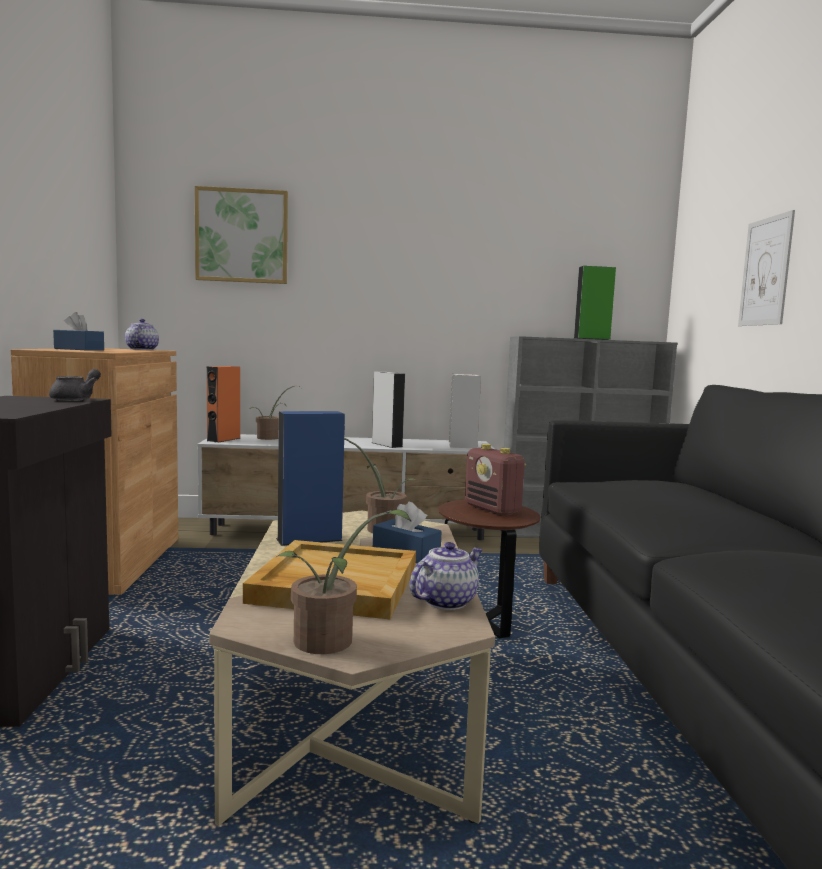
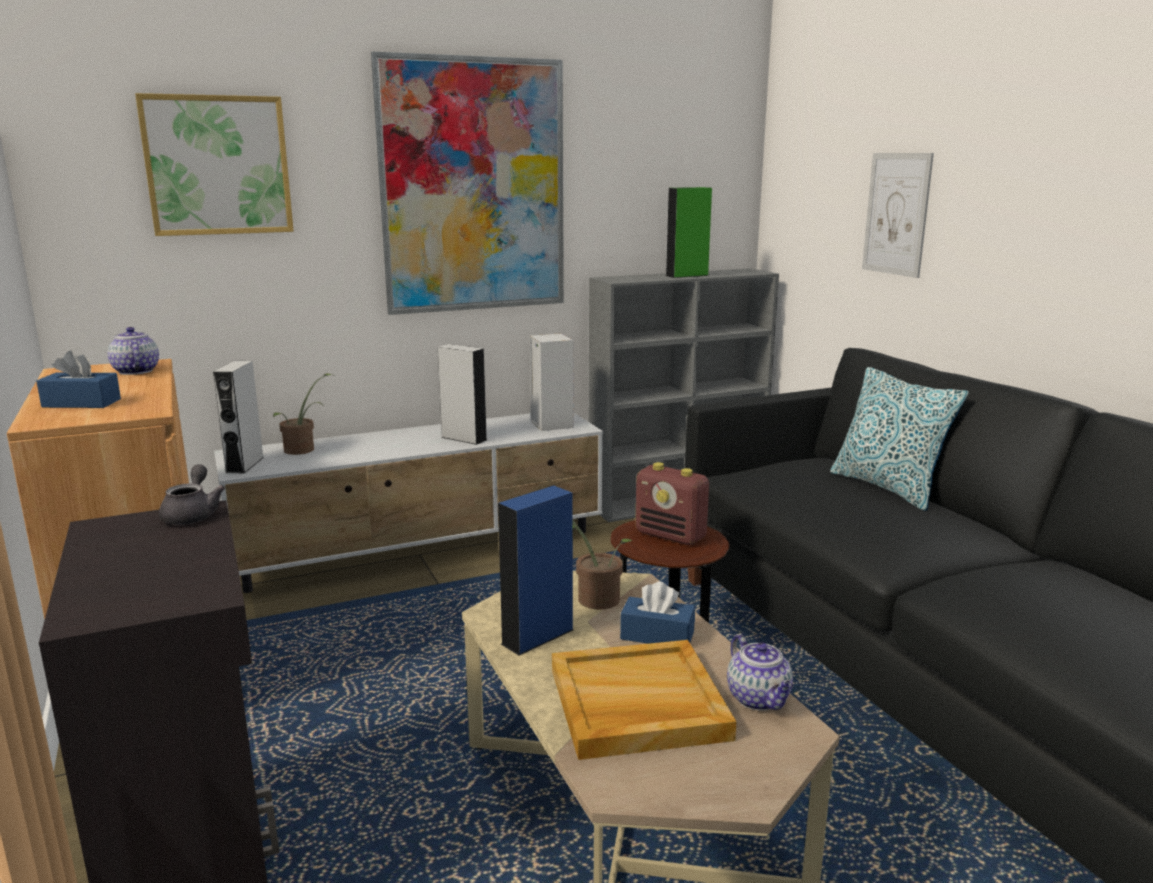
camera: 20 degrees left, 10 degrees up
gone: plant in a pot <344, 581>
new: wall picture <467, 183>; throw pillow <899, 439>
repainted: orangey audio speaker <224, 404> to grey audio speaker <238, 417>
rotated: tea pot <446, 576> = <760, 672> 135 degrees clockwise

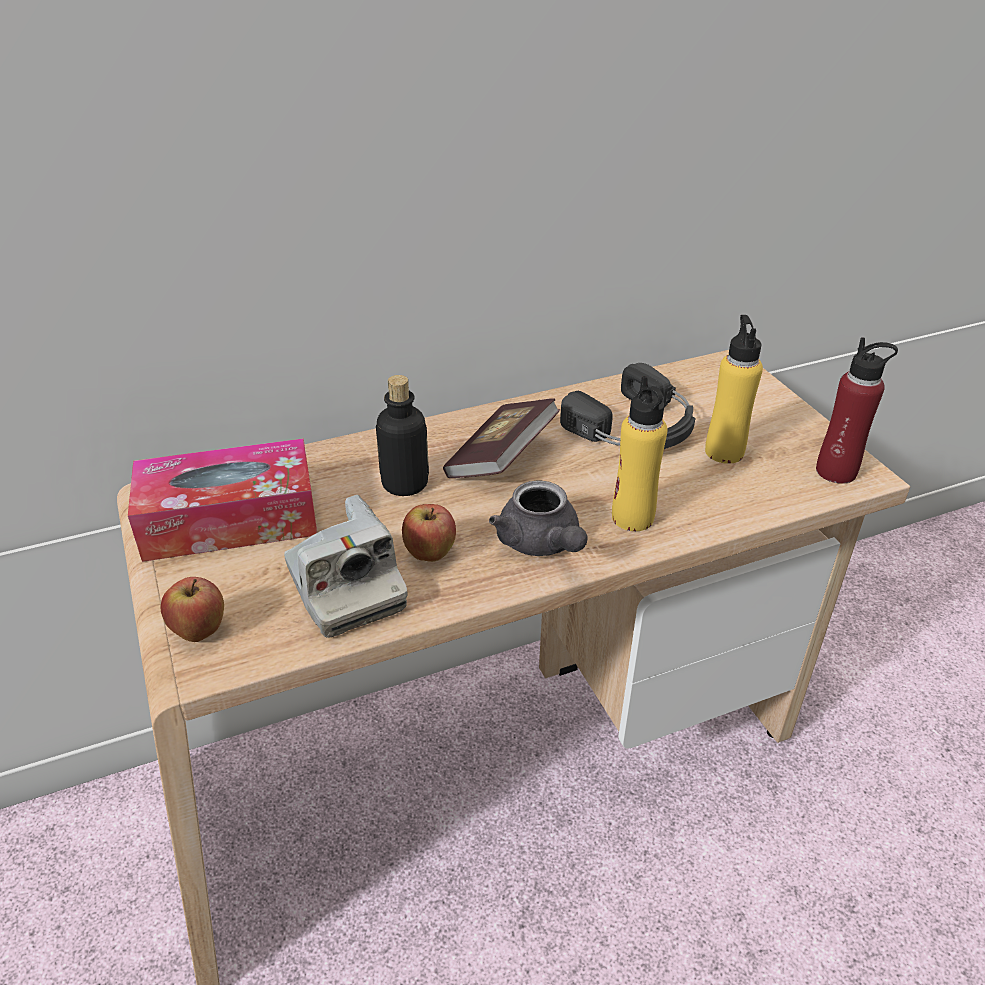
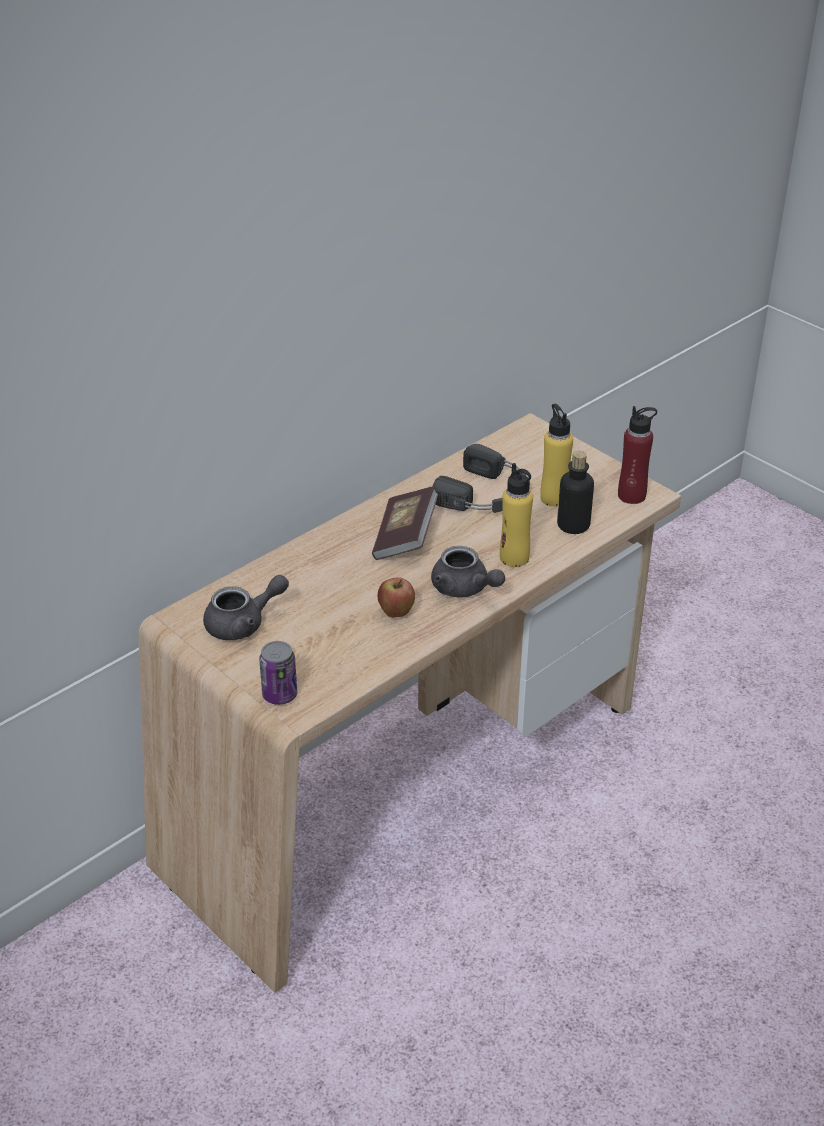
camera: 20 degrees left, 0 degrees up
gone: still camera <346, 566>
shifted: bottle <402, 435> to <575, 492>
swapped: tissue box <222, 500> to grey tea pot <246, 607>; apple <192, 609> to metal can <278, 673>

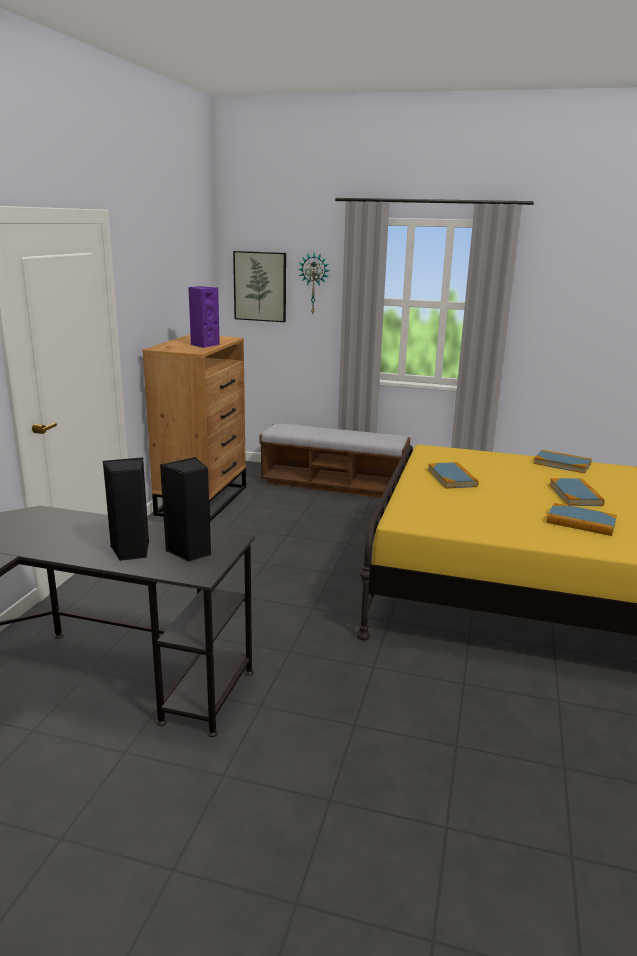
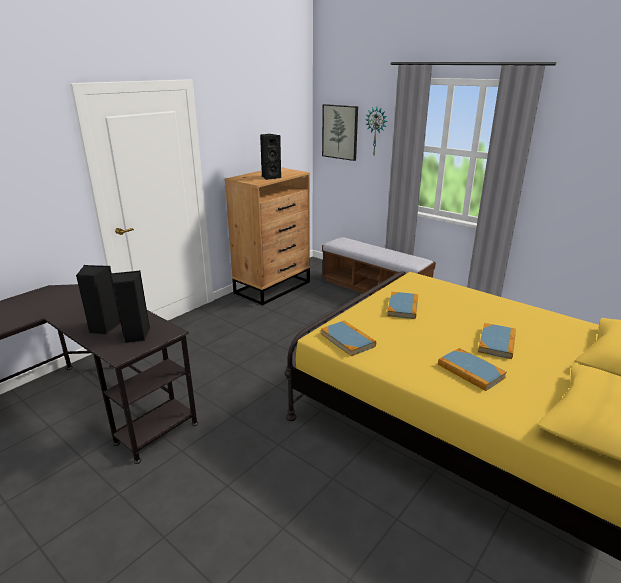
camera: 25 degrees right, 5 degrees up
shifted: bound book <562, 461> to <348, 338>
repainted: purplish audio speaker <204, 317> to black-coloured audio speaker <270, 157>

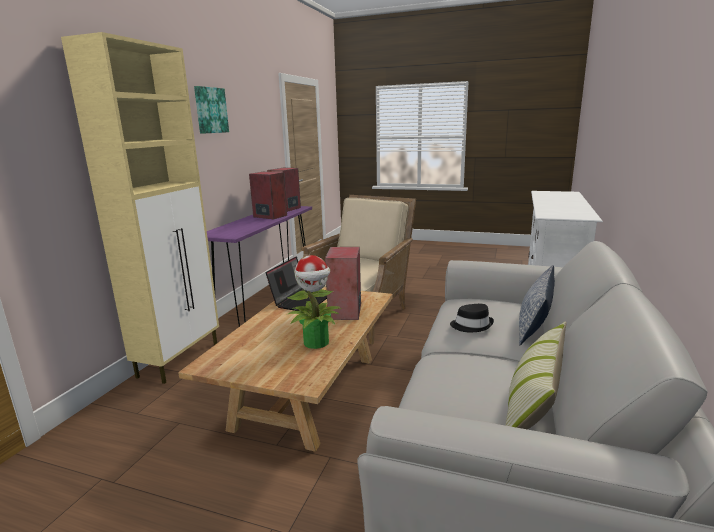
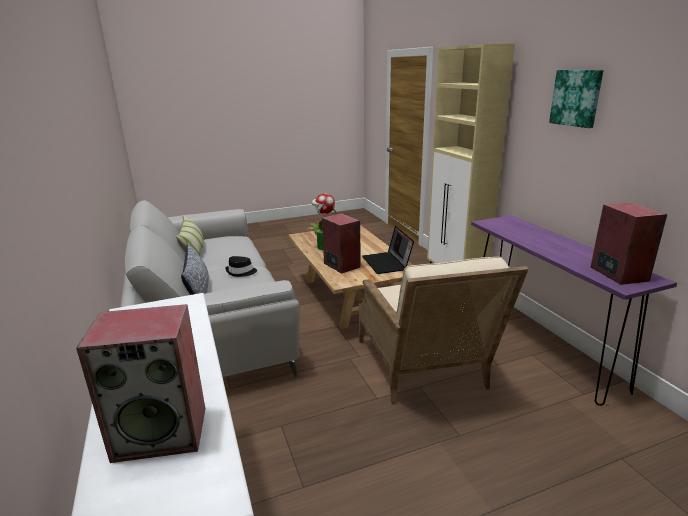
camera: 140 degrees right, 5 degrees up
shifted: audio speaker <268, 195> to <140, 383>

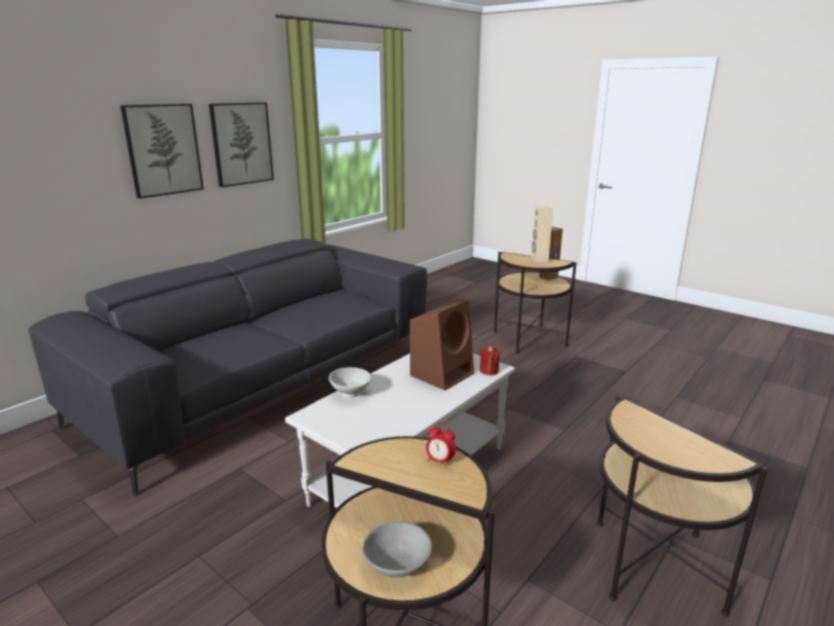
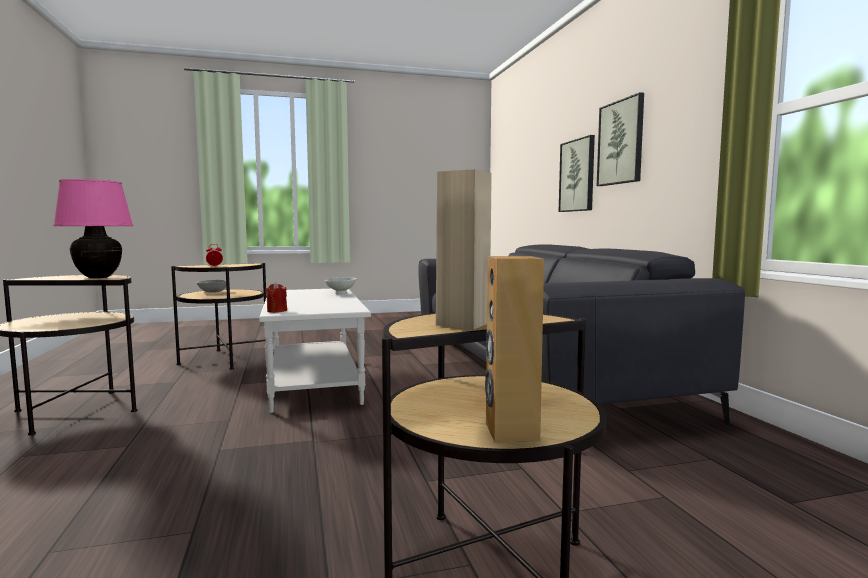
camera: 125 degrees right, 15 degrees down
gone: brown audio speaker <442, 345>
new: pink table lamp <93, 228>
shifted: wall picture <241, 144> to <577, 173>

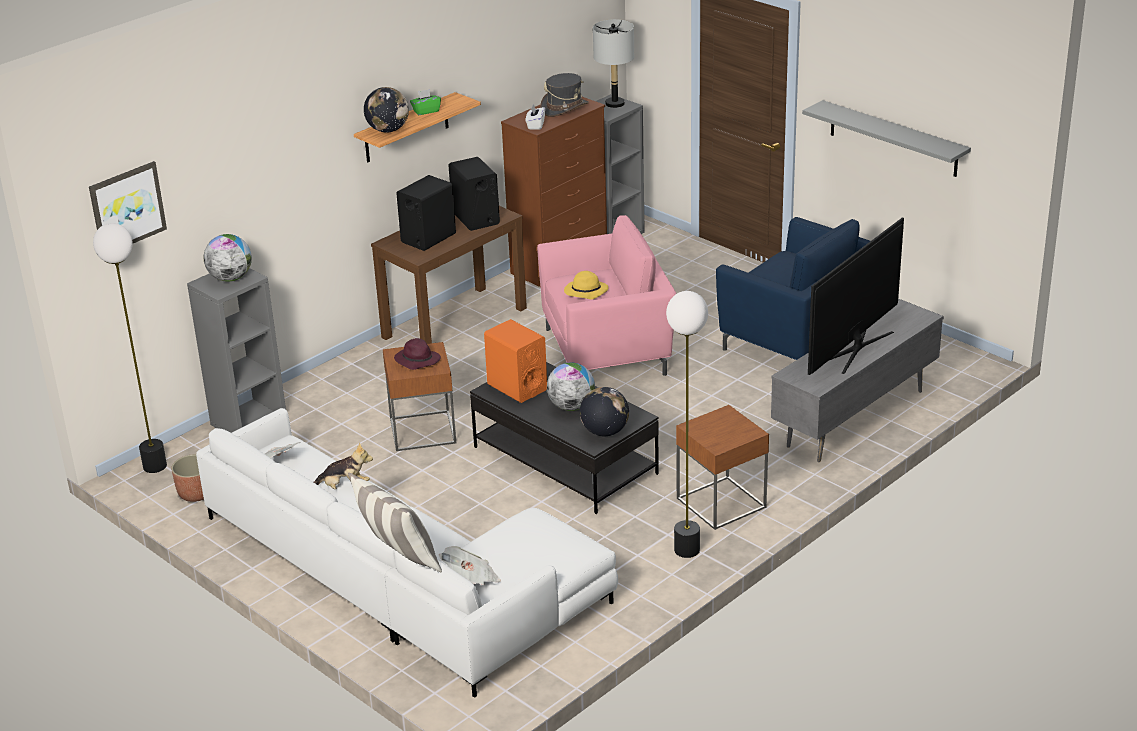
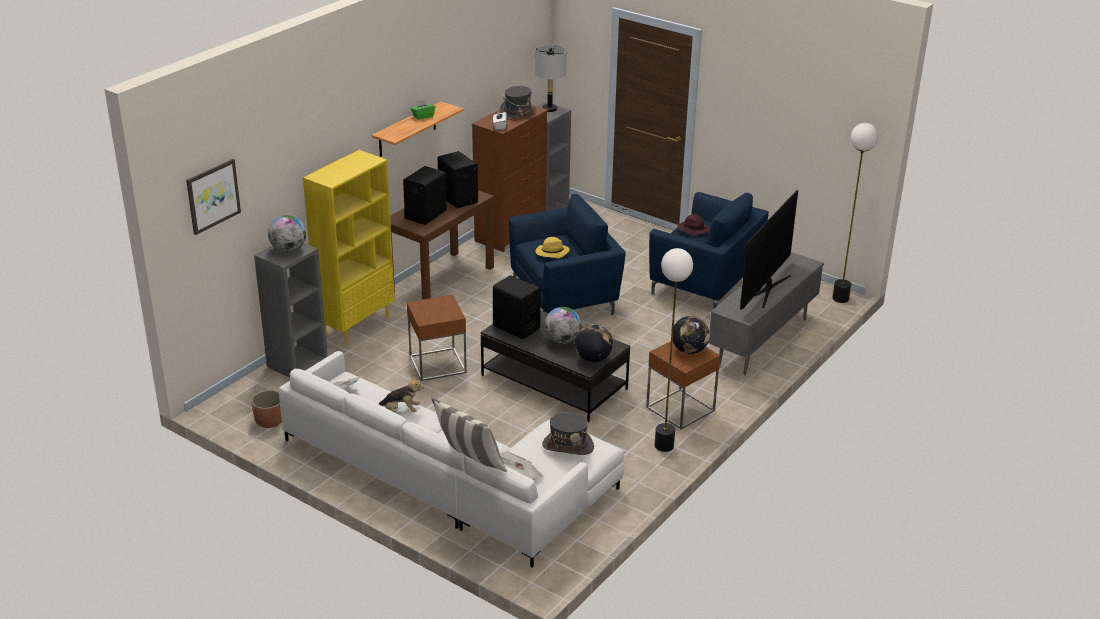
camera: 10 degrees left, 0 degrees up
gone: grey bracket shelf <886, 138>
new: yellow-coloured shelving unit <349, 247>; grey wearable hat <568, 433>
shifted: standard lamp <130, 348> to <855, 213>; globe <386, 109> to <691, 335>; purplish wearable hat <417, 354> to <693, 225>
repainted: orangey audio speaker <515, 361> to black-coloured audio speaker <517, 307>; pink easy chair <606, 295> to blue easy chair <567, 254>

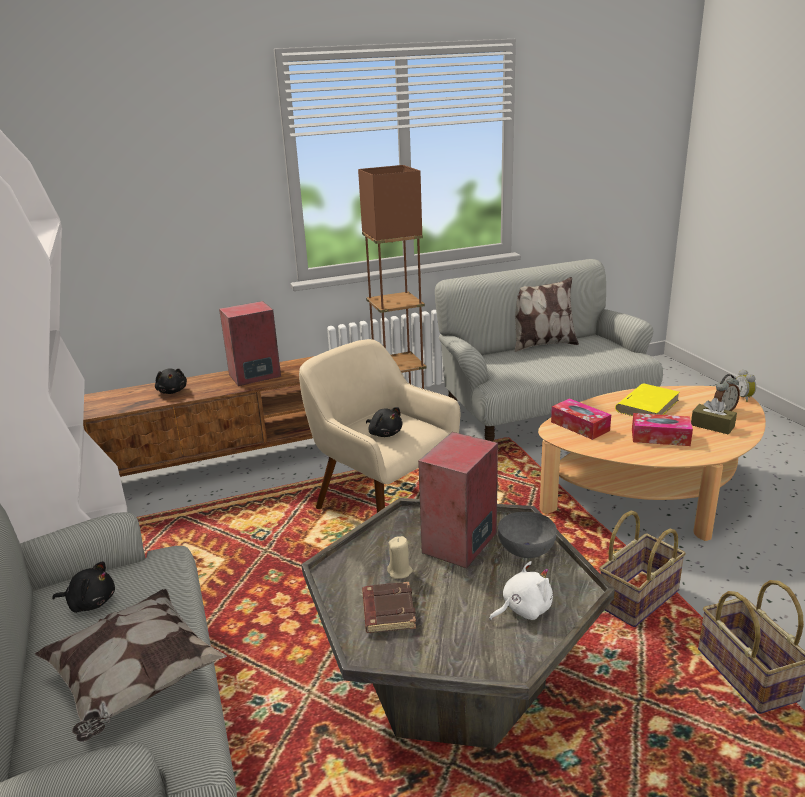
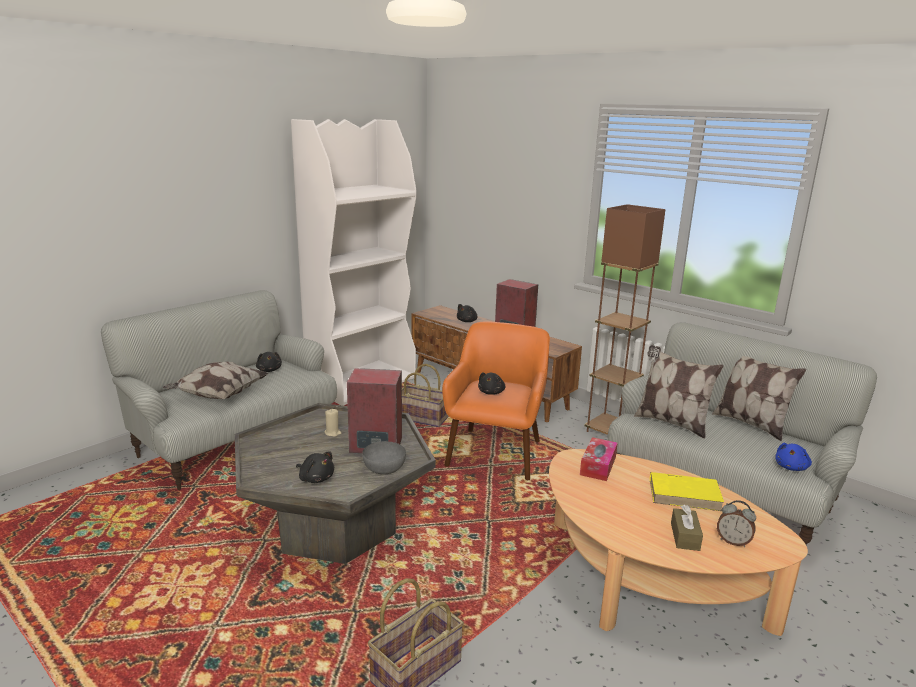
camera: 60 degrees right, 5 degrees down
gone: brown bound book <389, 607>; tissue box <662, 429>; table clock <745, 385>
new: throw pillow <679, 392>; blue plush toy <793, 457>
shifted: storage basket <642, 569> to <425, 395>
repainted: beige easy chair <379, 426> to orangey easy chair <496, 400>; white-coloured plush toy <521, 590> to black-coloured plush toy <315, 467>

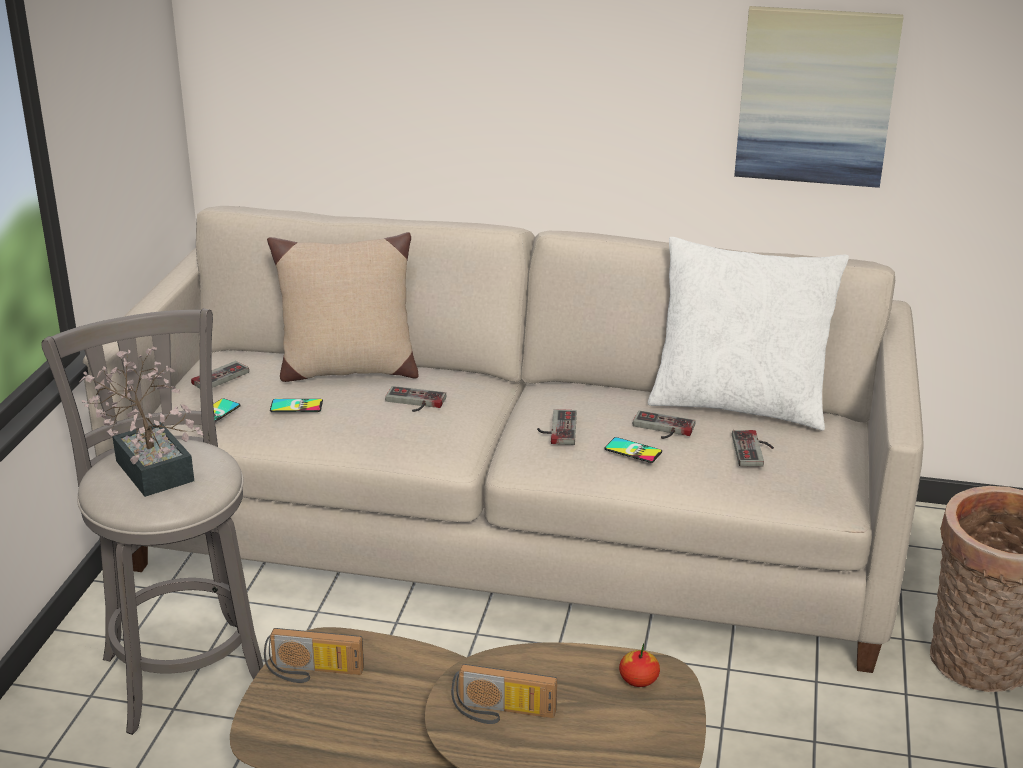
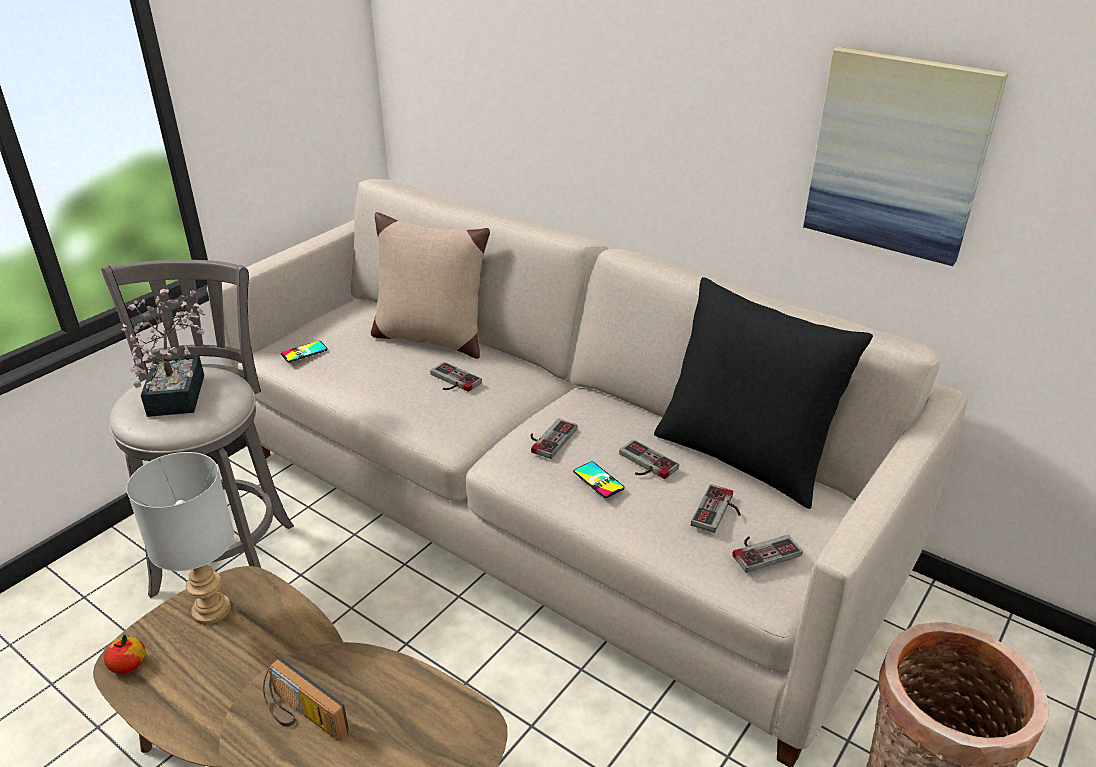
camera: 25 degrees right, 5 degrees up
gone: handset <296, 405>
shifted: gamepad <220, 374> to <767, 554>; apple <639, 665> to <125, 654>
swapped: radio set <314, 655> to grey table lamp <180, 538>
repainted: white-coloured throw pillow <748, 333> to black-coloured throw pillow <763, 393>

